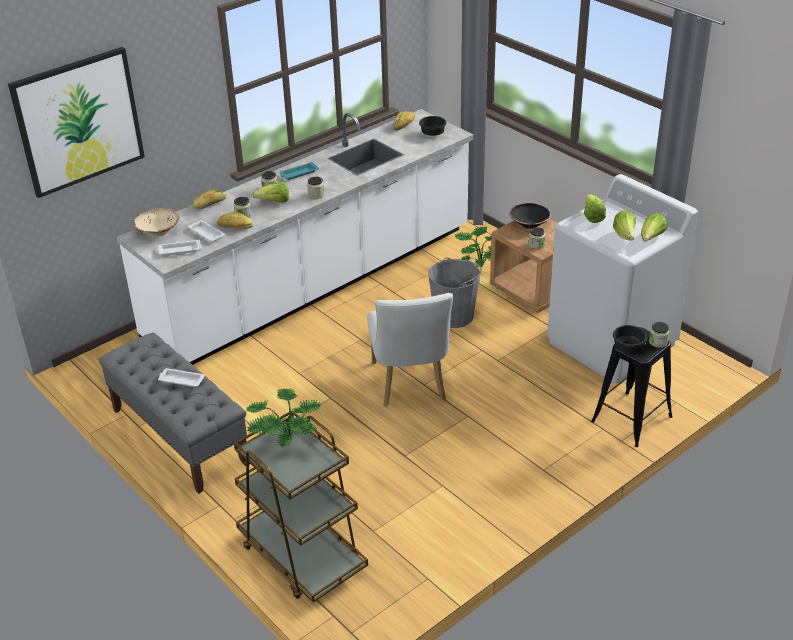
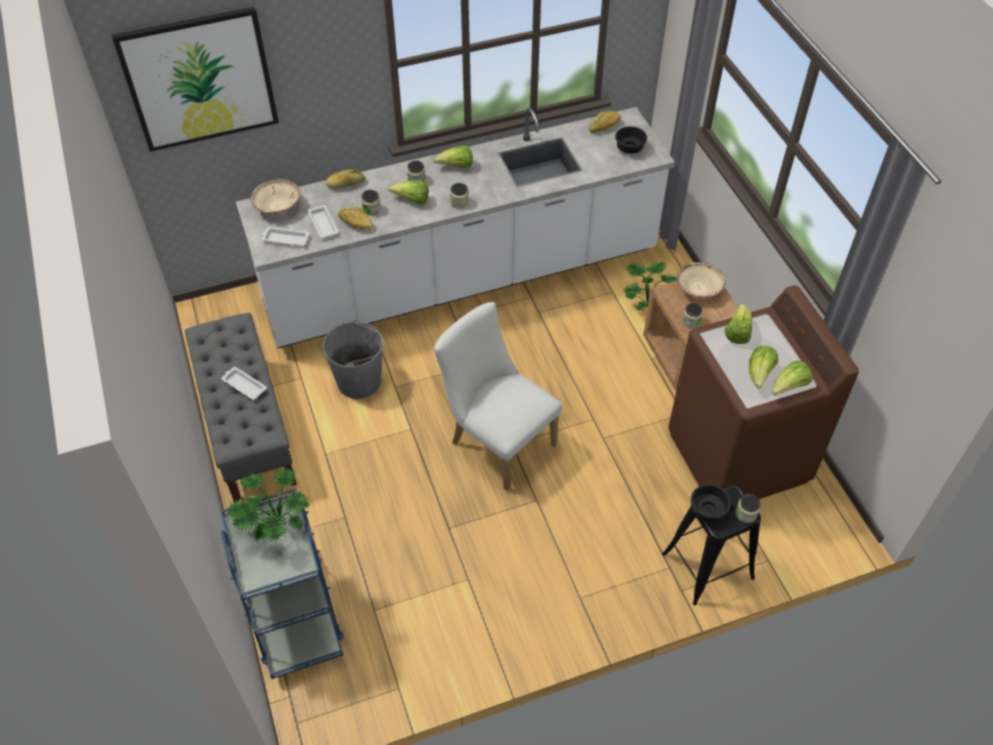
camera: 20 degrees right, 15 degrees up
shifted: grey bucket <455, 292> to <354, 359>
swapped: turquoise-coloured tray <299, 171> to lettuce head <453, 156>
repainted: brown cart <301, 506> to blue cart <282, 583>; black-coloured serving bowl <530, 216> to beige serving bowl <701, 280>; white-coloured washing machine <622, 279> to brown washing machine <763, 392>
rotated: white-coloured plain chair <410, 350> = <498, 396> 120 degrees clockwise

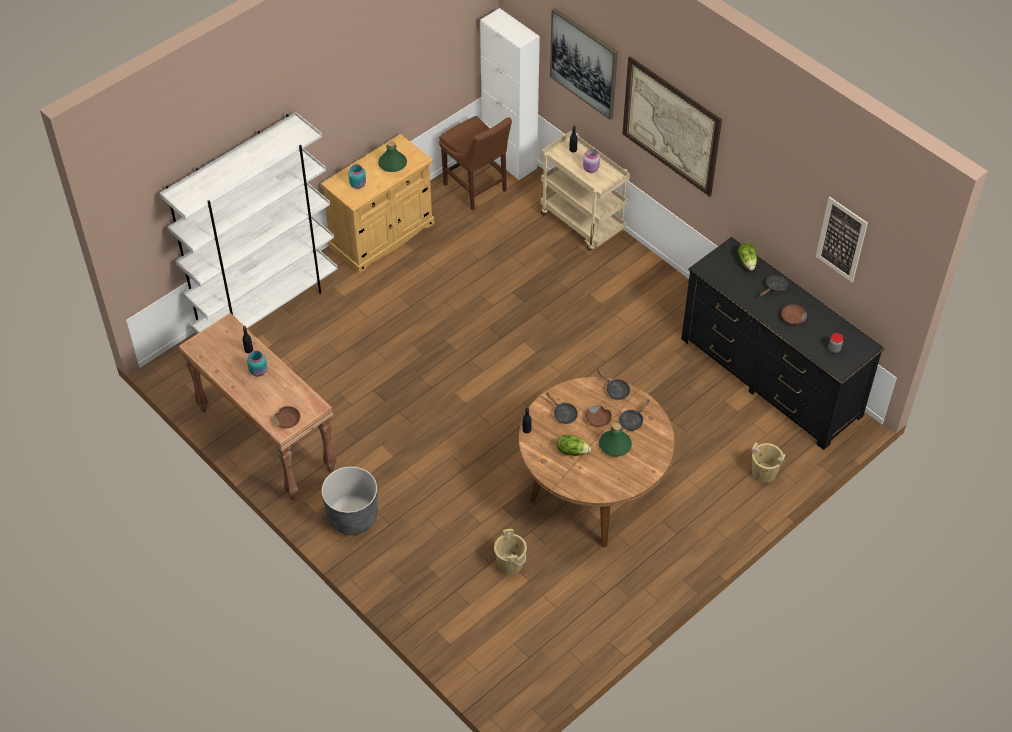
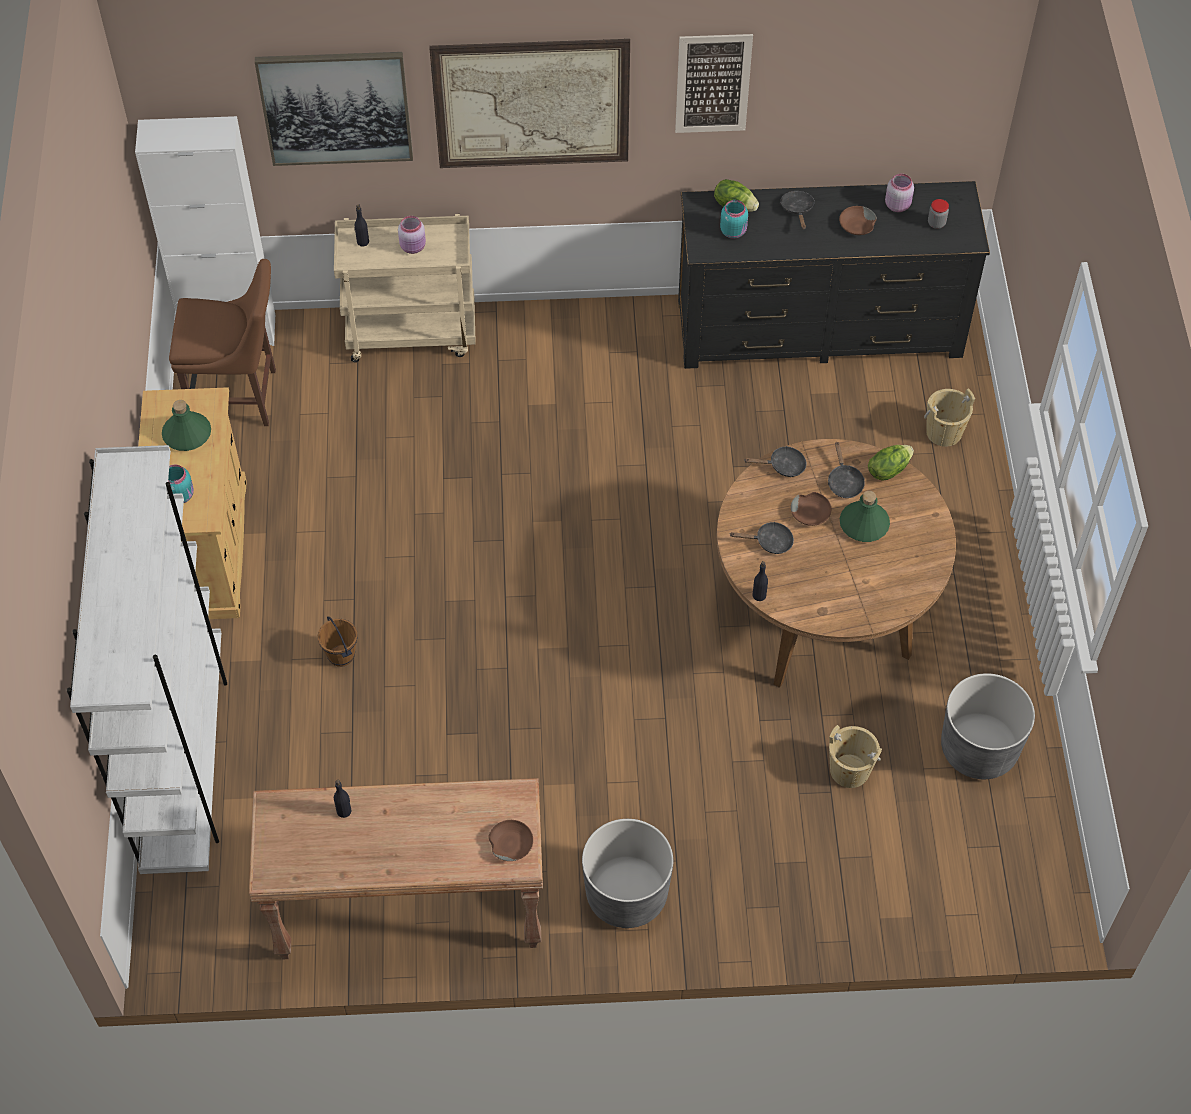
camera: 50 degrees left, 5 degrees up
new: brown bucket <338, 641>; pink storage jar <899, 193>; grey planter <988, 726>
shifted: turquoise-coloured storage jar <257, 363> to <734, 219>; lettuce head <574, 445> to <891, 463>; wall picture <842, 239> to <714, 83>

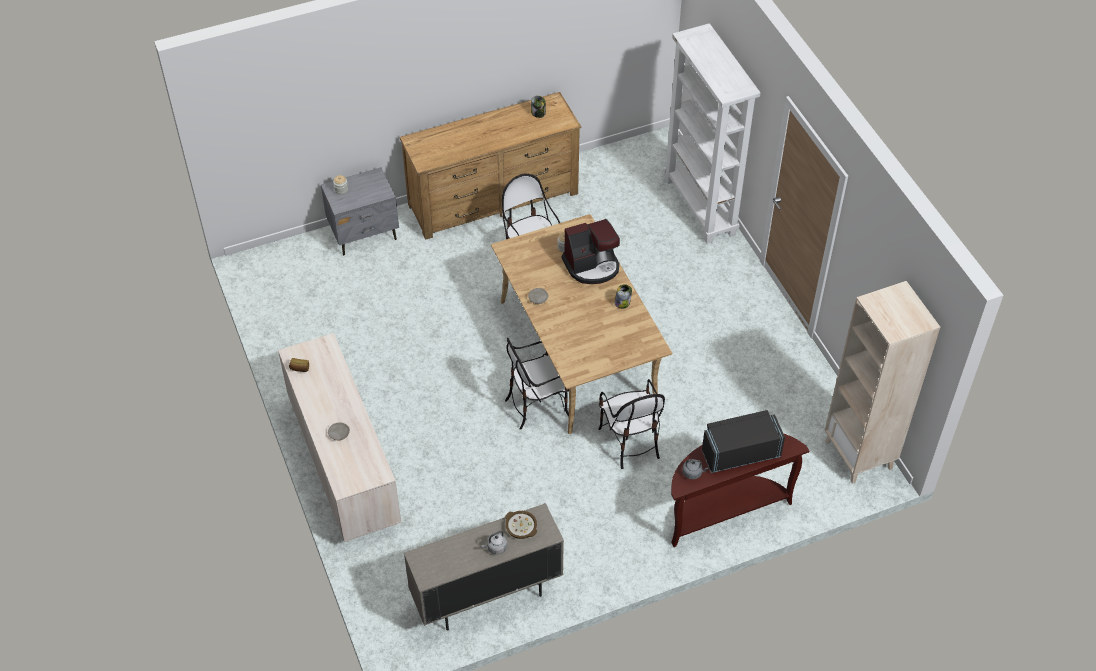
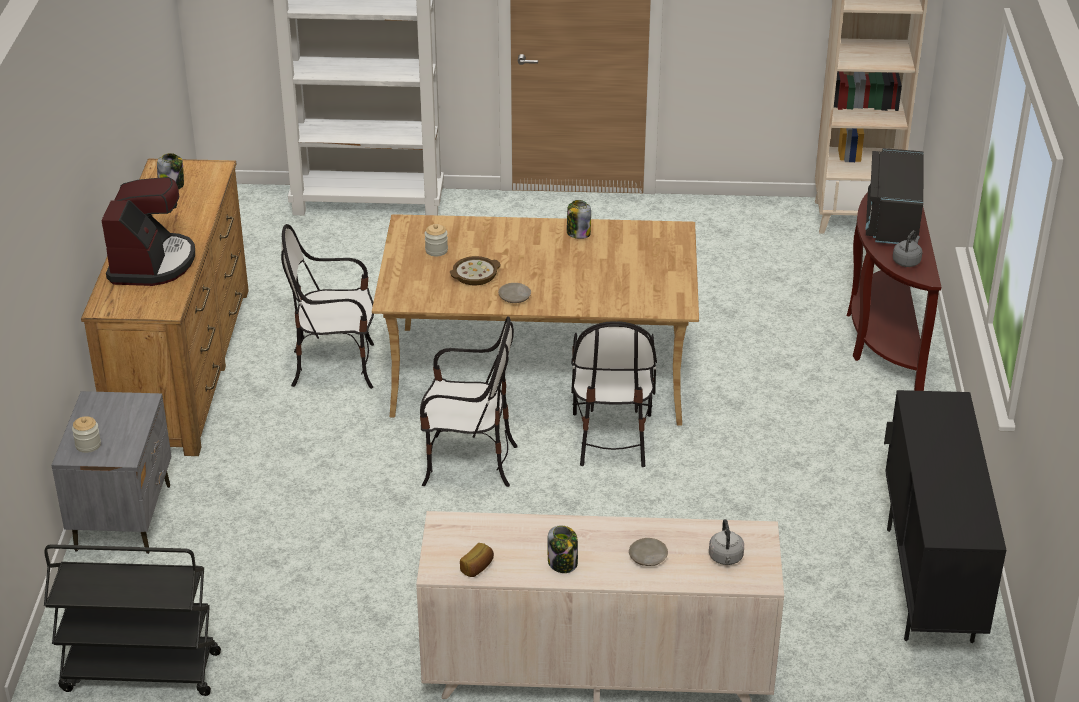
camera: 65 degrees left, 15 degrees down
new: black-coloured cart <132, 620>; storage jar <562, 549>
shifted: grey kettle <494, 542> to <726, 542>; serving bowl <521, 525> to <475, 270>; coffee brewer <591, 251> to <148, 231>; plain chair <632, 424> to <468, 401>
repainted: beige storage cabinet <484, 567> to black-coloured storage cabinet <945, 516>

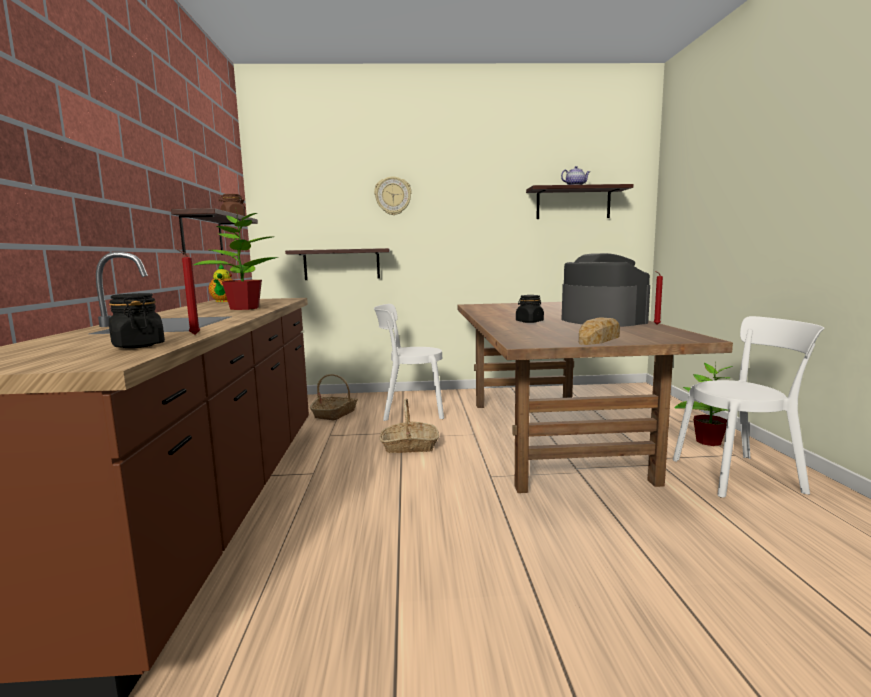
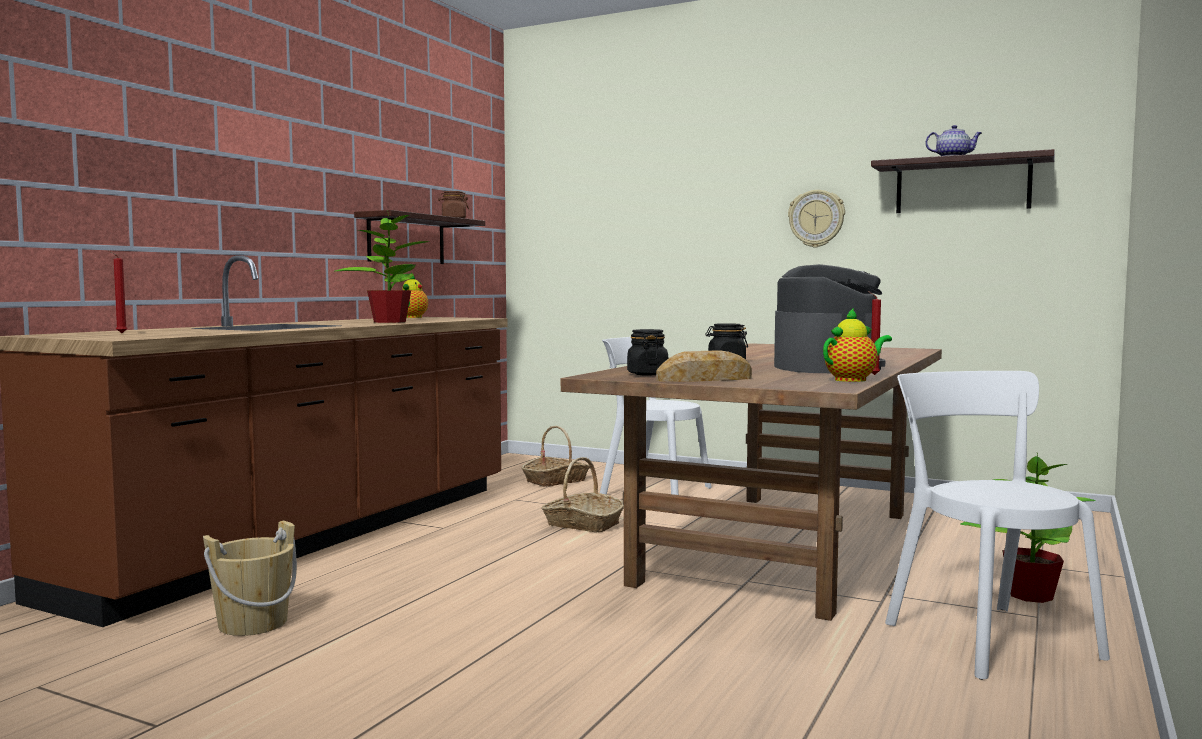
camera: 30 degrees right, 5 degrees down
gone: bracket shelf <337, 264>
new: beige bucket <250, 578>; tea pot <857, 345>
shifted: black-coloured storage jar <137, 320> to <647, 352>; red wax light <188, 292> to <118, 292>; hanging clock <393, 196> to <816, 219>
rotated: white-coloured plain chair <748, 407> = <997, 525> 135 degrees counterclockwise

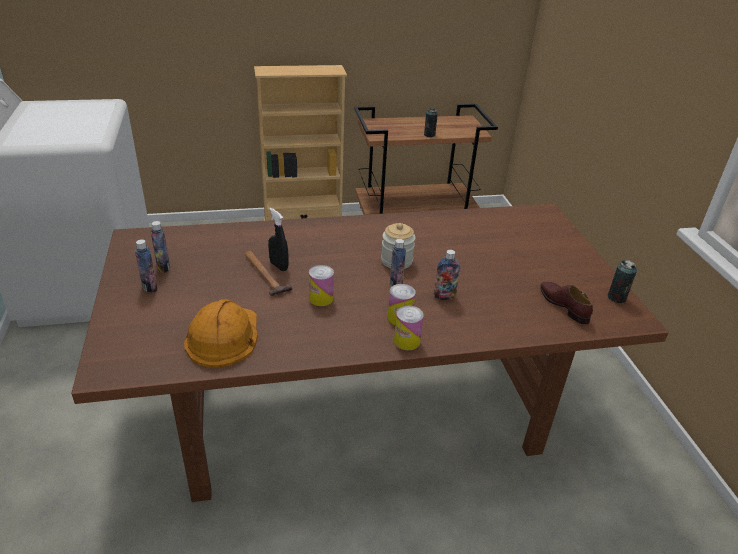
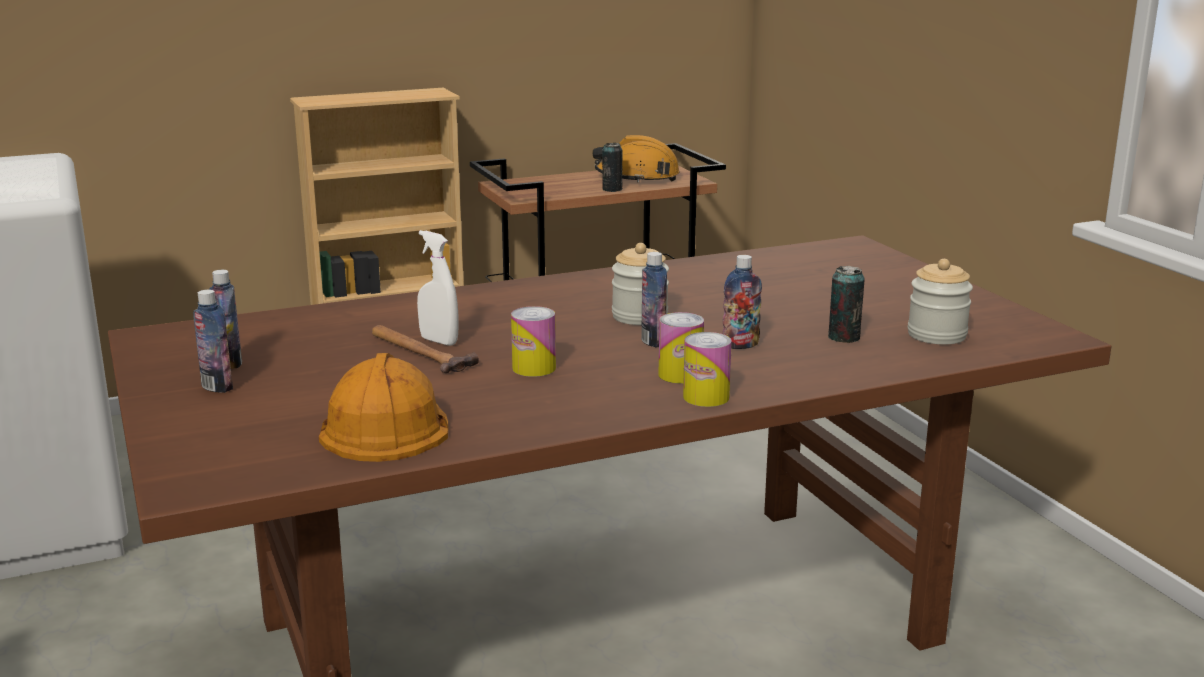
camera: 10 degrees left, 15 degrees down
new: orangey safety helmet <636, 159>
shifted: metal can <622, 281> to <846, 304>
swapped: brown item of footwear <566, 303> to storage jar <940, 302>
repainted: black-coloured sprayer <278, 239> to white-coloured sprayer <438, 288>

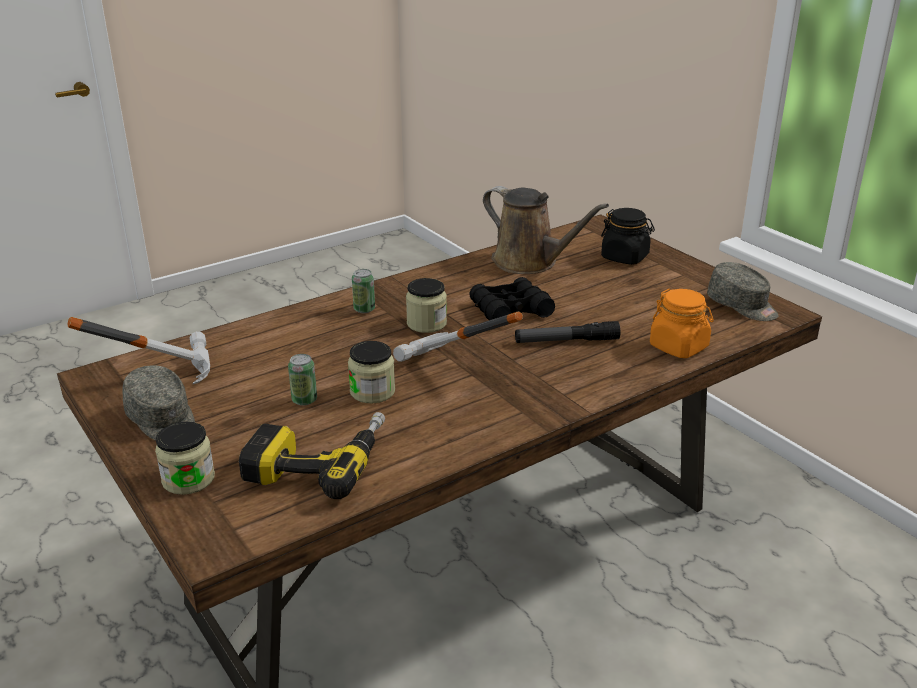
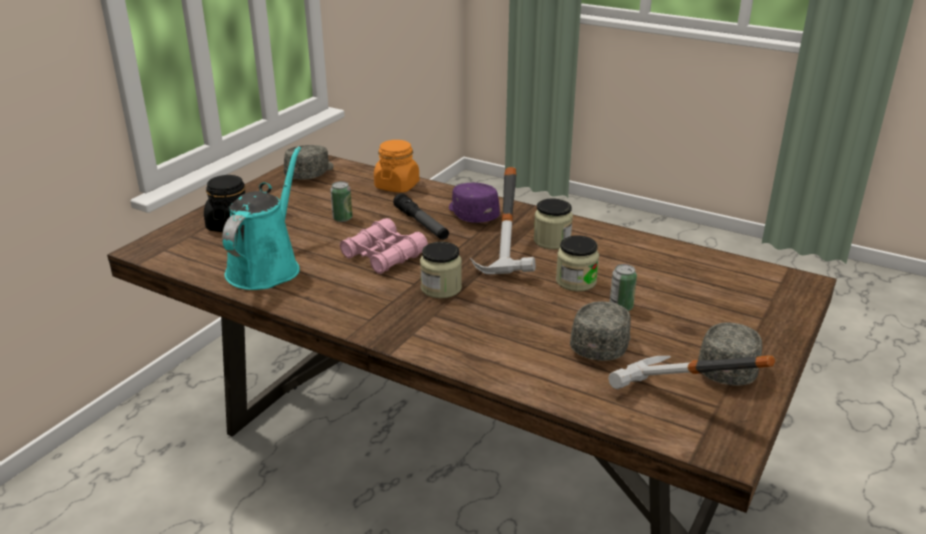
camera: 115 degrees left, 0 degrees up
gone: drill <312, 455>
new: purplish baseball cap <474, 203>; grey baseball cap <600, 331>
shifted: storage jar <185, 458> to <553, 223>; metal can <363, 291> to <341, 201>
repainted: black-coloured pair of binoculars <512, 298> to pink pair of binoculars <384, 246>; brown watering can <546, 230> to turquoise-coloured watering can <261, 218>

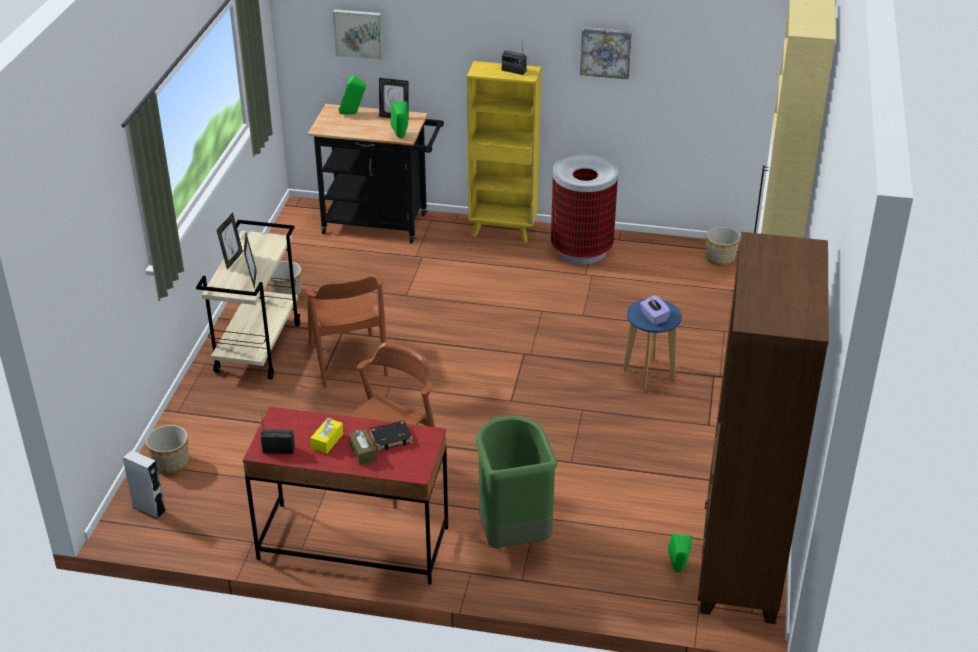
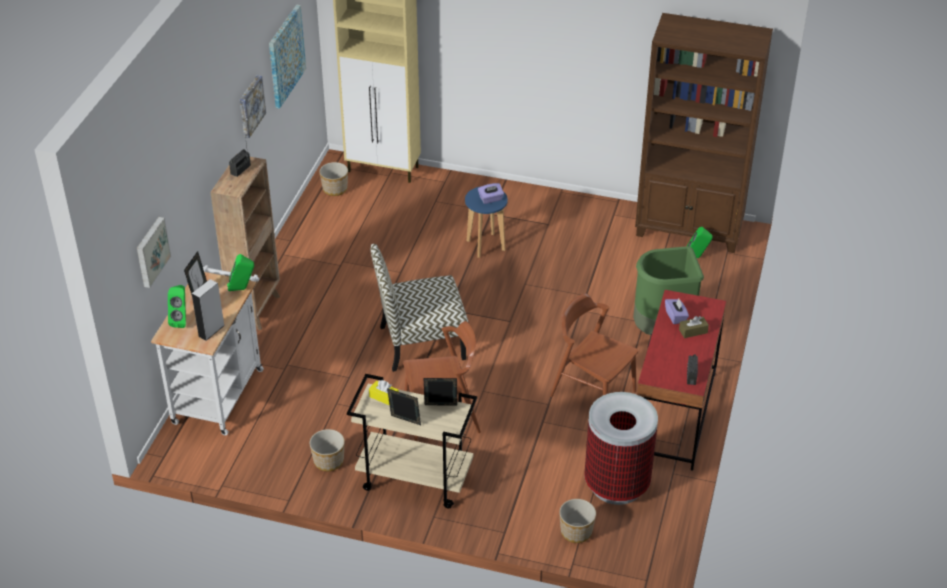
camera: 85 degrees left, 5 degrees up
new: wall picture <287, 57>; plain chair <419, 308>
shifted: grey audio speaker <144, 484> to <208, 310>; yellow-coloured tissue box <327, 436> to <384, 392>; waste bin <584, 209> to <621, 448>
swapped: black-coloured bound book <391, 435> to purplish tissue box <677, 311>
repainted: black-coloured cart <375, 174> to white-coloured cart <207, 350>; yellow-coloured shelving unit <504, 152> to brown shelving unit <245, 242>

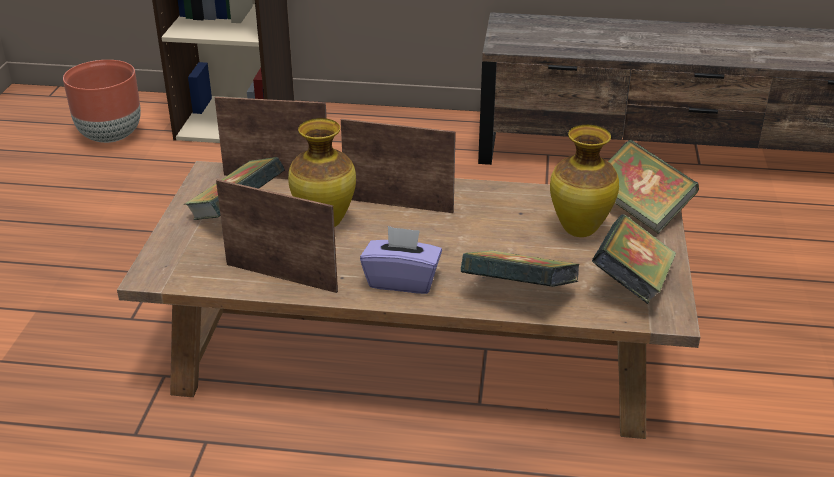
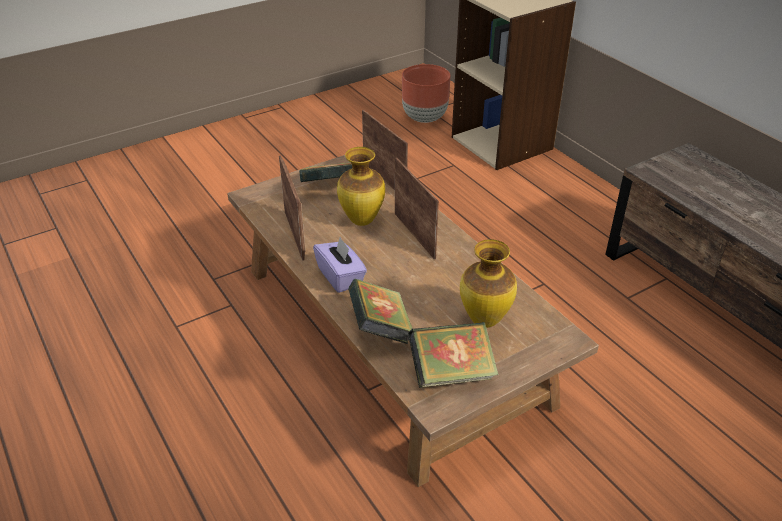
camera: 50 degrees right, 5 degrees up
gone: bound book <653, 187>

